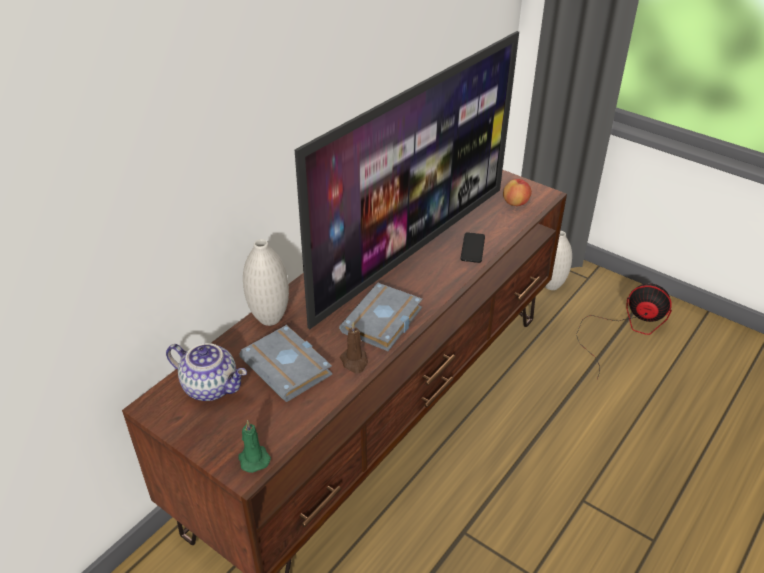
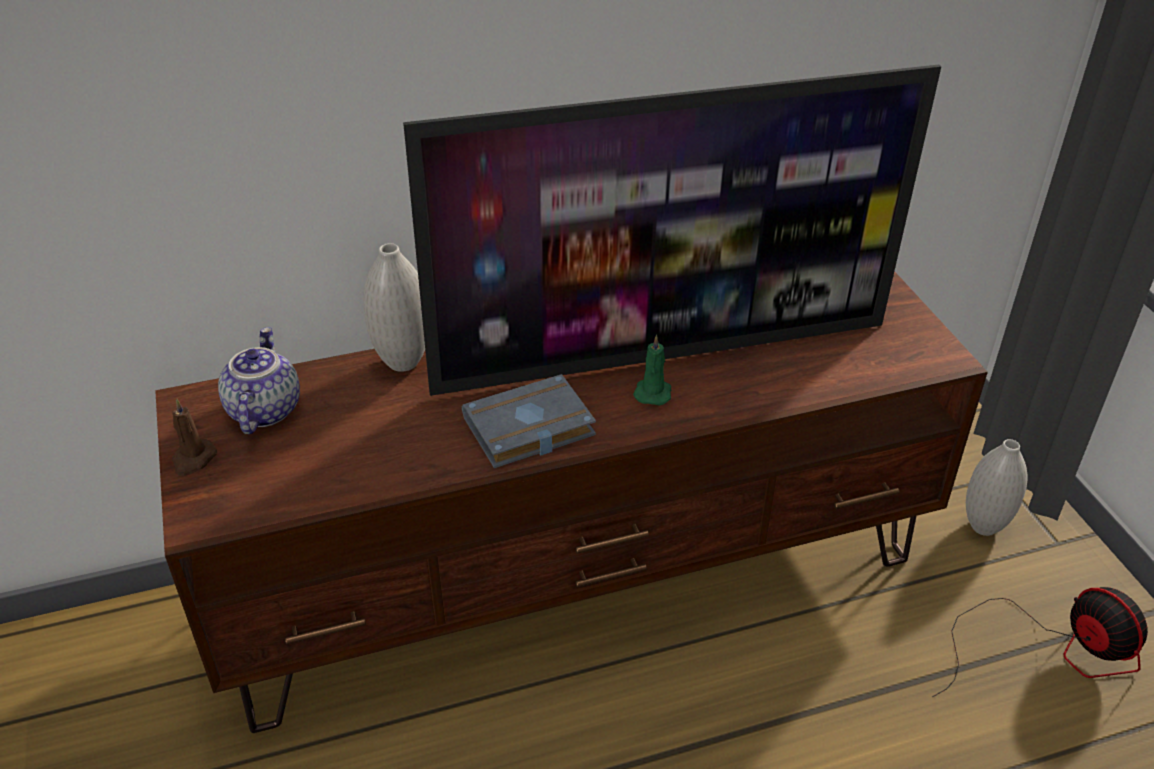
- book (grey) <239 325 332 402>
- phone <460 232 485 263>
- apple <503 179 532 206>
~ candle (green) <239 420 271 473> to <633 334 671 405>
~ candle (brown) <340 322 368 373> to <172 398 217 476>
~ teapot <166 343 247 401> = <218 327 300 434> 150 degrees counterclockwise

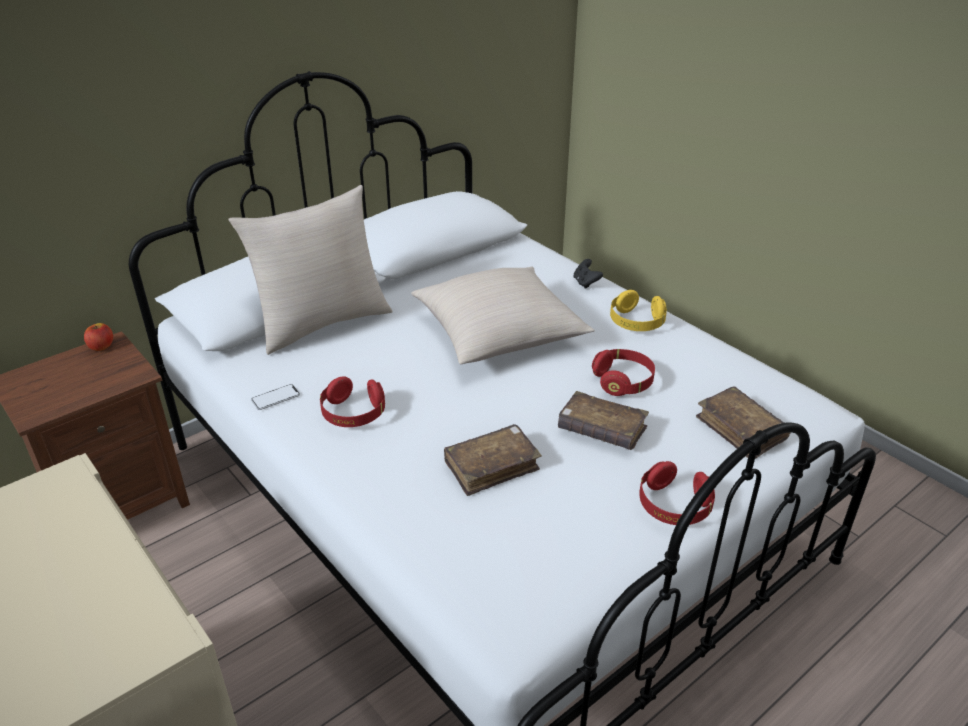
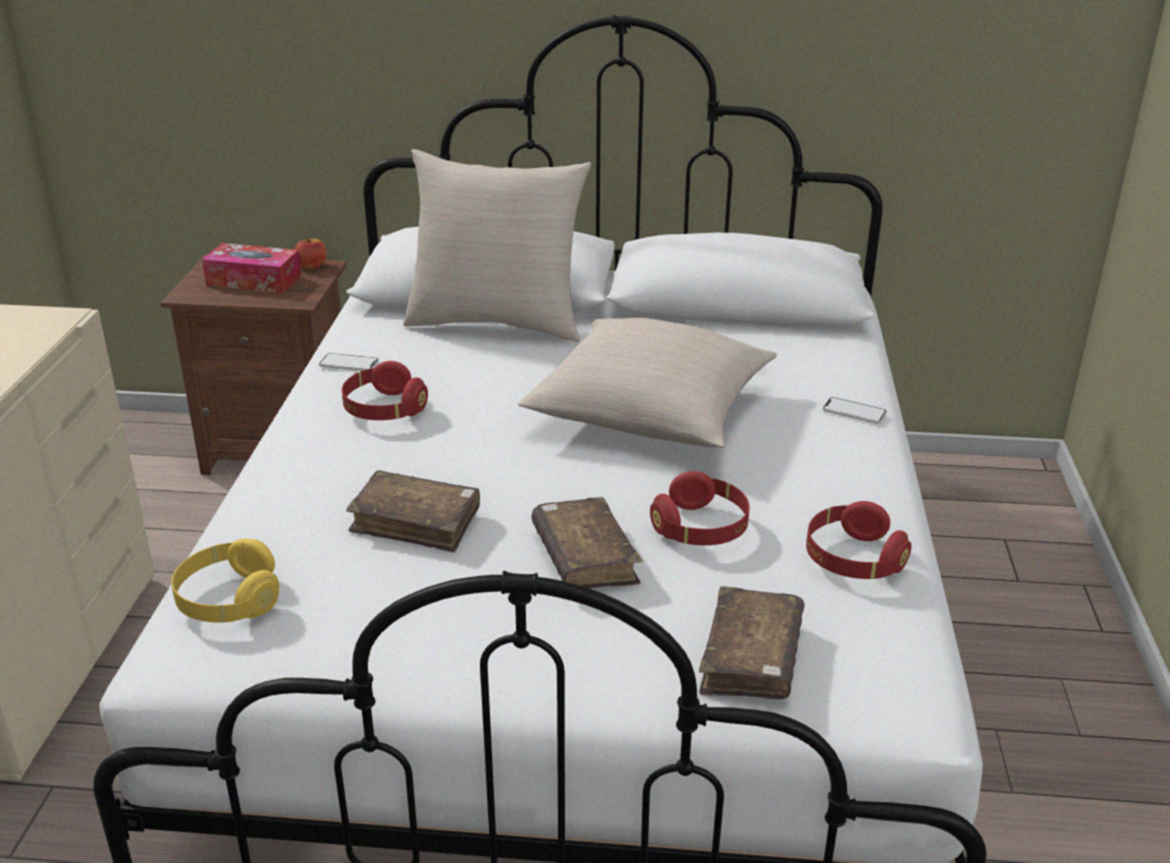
+ tissue box <202 243 301 293>
~ headphones (yellow) <610 290 667 331> to <171 539 279 623>
~ headphones (red) <639 461 715 525> to <806 501 911 579>
~ game controller (black) <573 259 603 289> to phone <822 397 887 424>

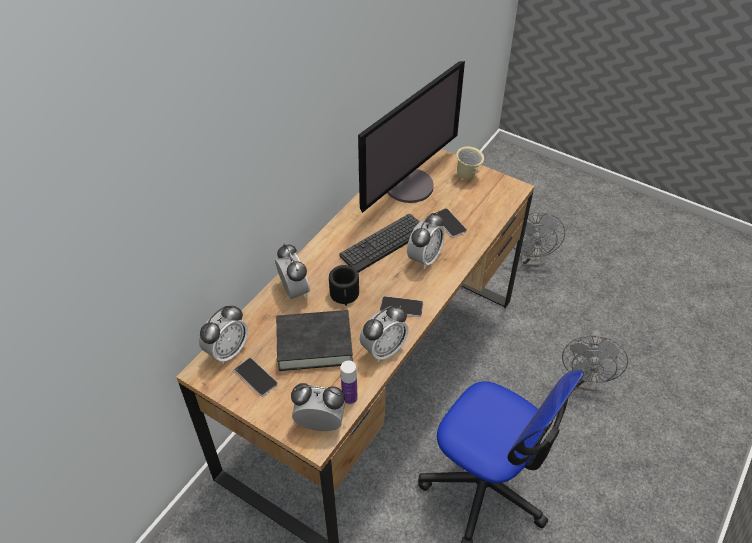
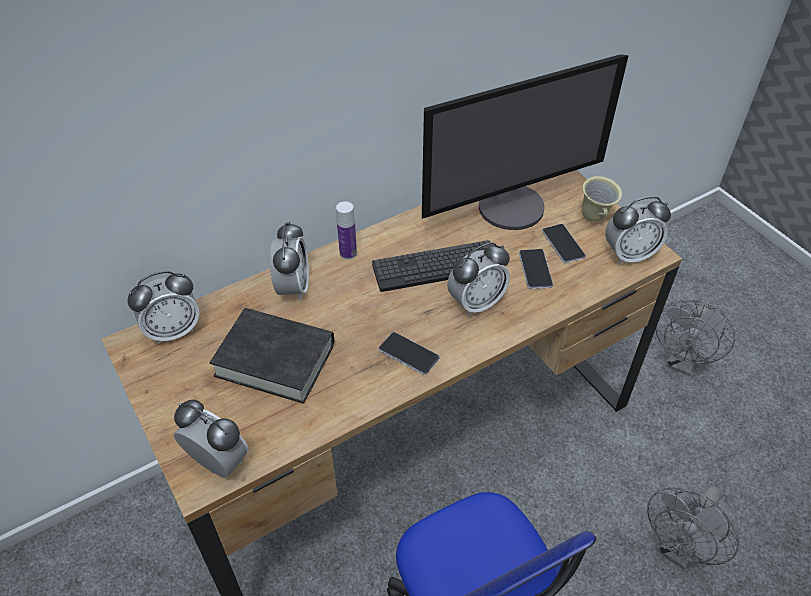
- mug (black) <329 265 359 306>
~ phone <235 358 278 396> to <542 224 586 263>
~ bottle <341 361 358 405> to <336 201 357 260>
~ alarm clock <360 306 409 362> to <605 197 671 264>

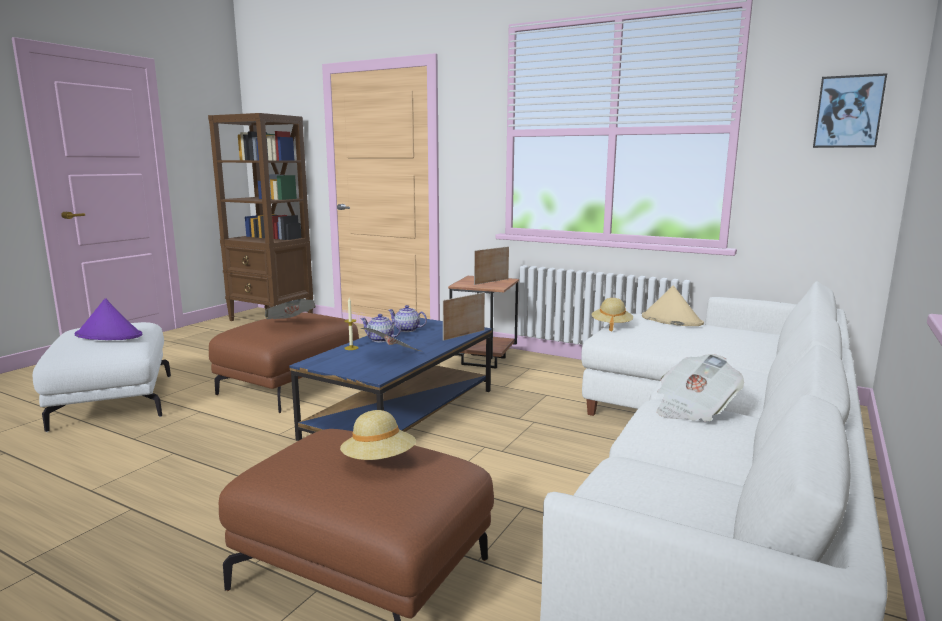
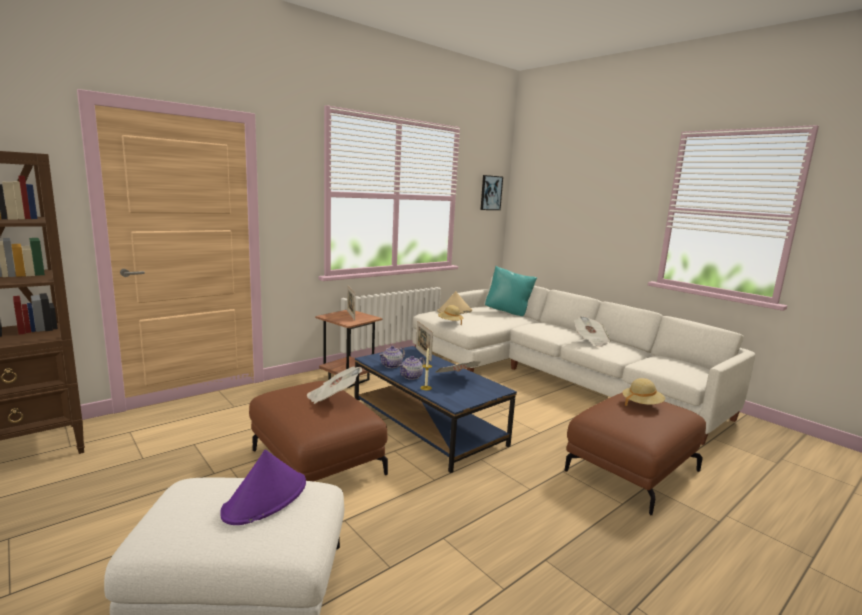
+ pillow (turquoise) <485 266 537 316>

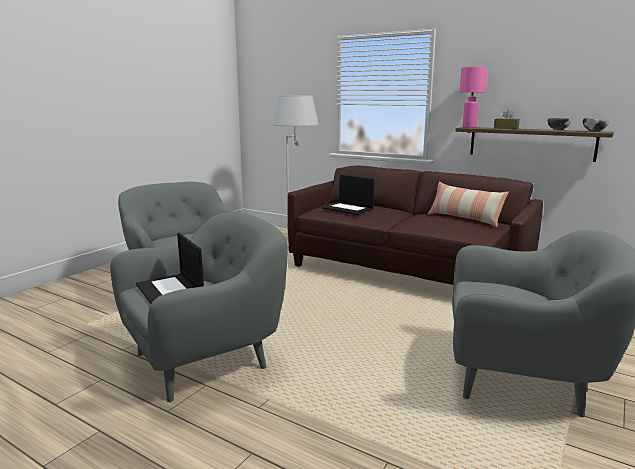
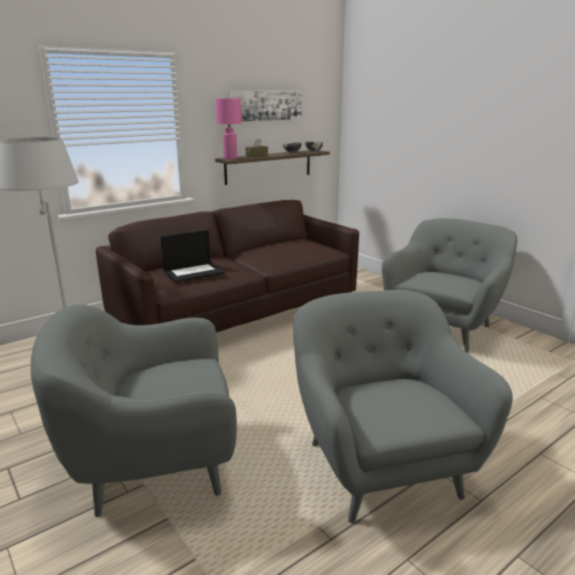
- laptop <136 233 204 304>
- pillow <428 182 509 227>
+ picture <230 91 302 122>

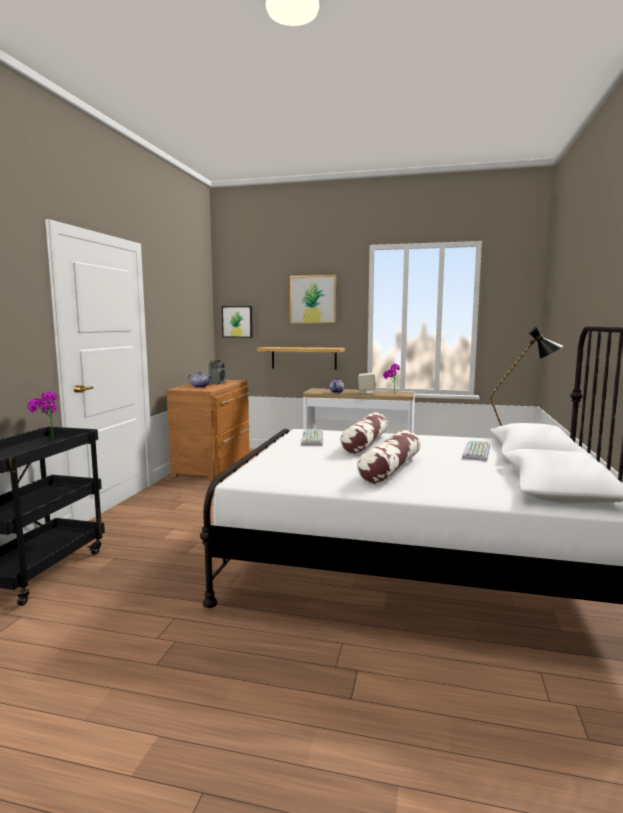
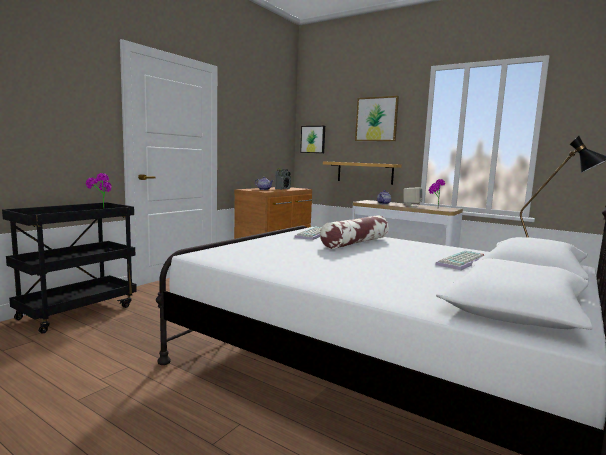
- pillow <357 430 420 484>

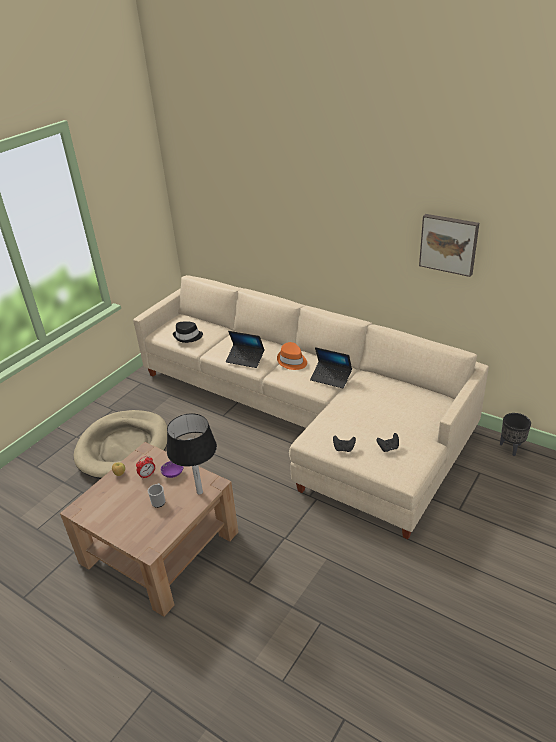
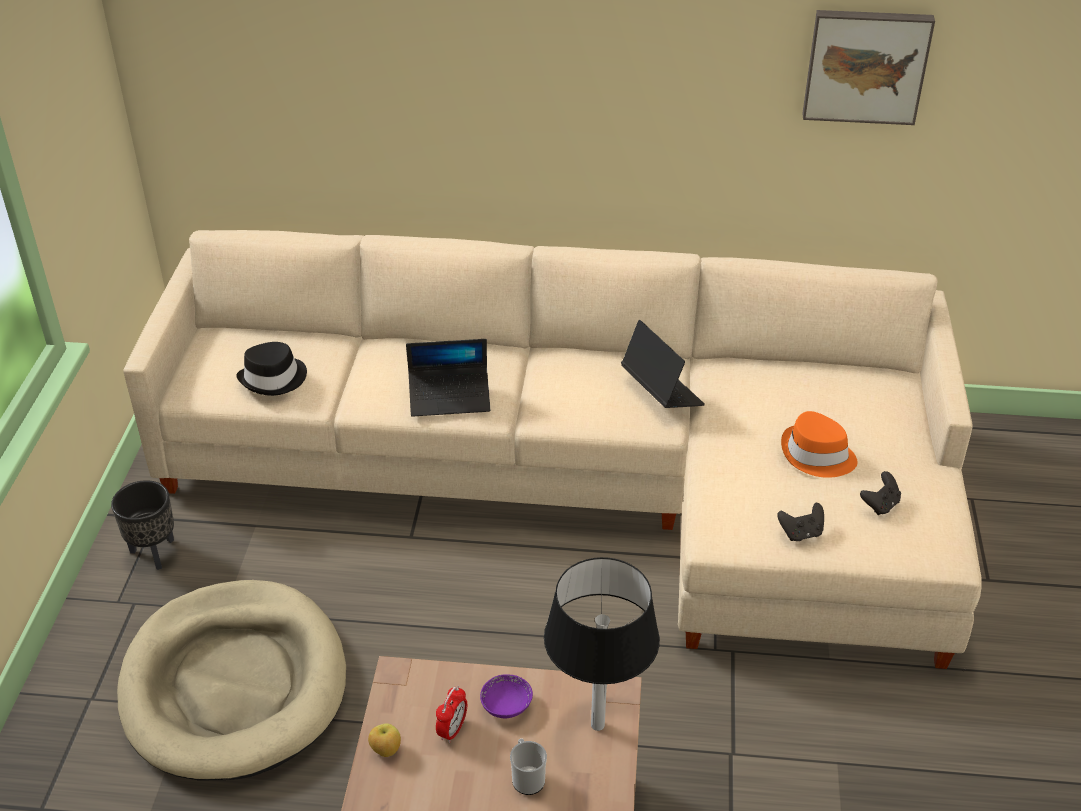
~ hat (orange) <277 342 307 370> to <781 411 857 478>
~ planter (black) <500 413 531 456> to <111 480 174 570>
~ laptop <310 347 352 388> = <621 320 705 408> 120 degrees counterclockwise

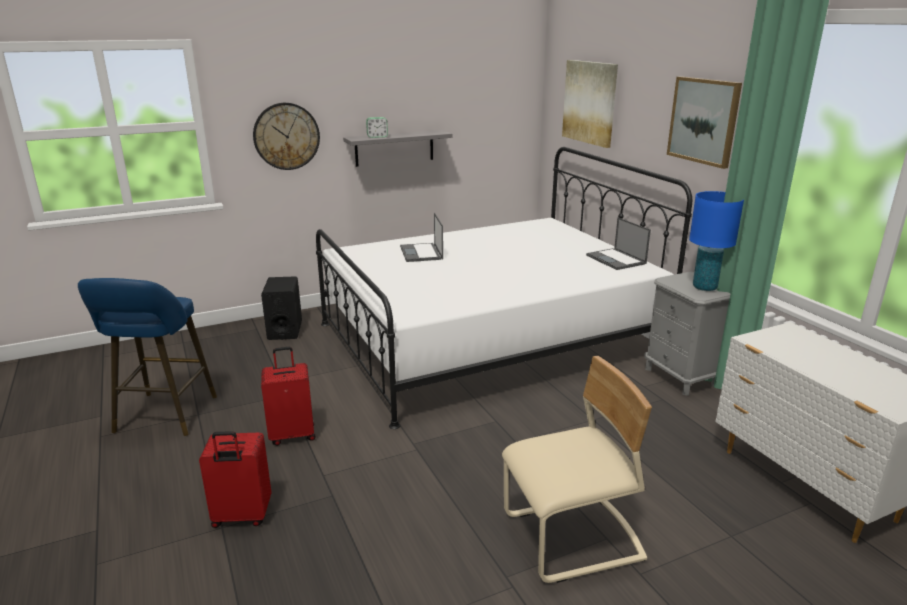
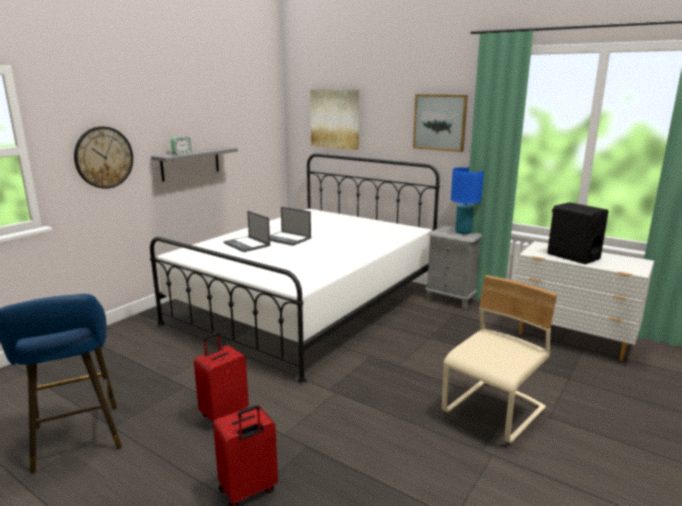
~ speaker (black) <261 276 302 340> to <547 202 609 264>
~ laptop <586 217 651 270> to <270 207 311 246>

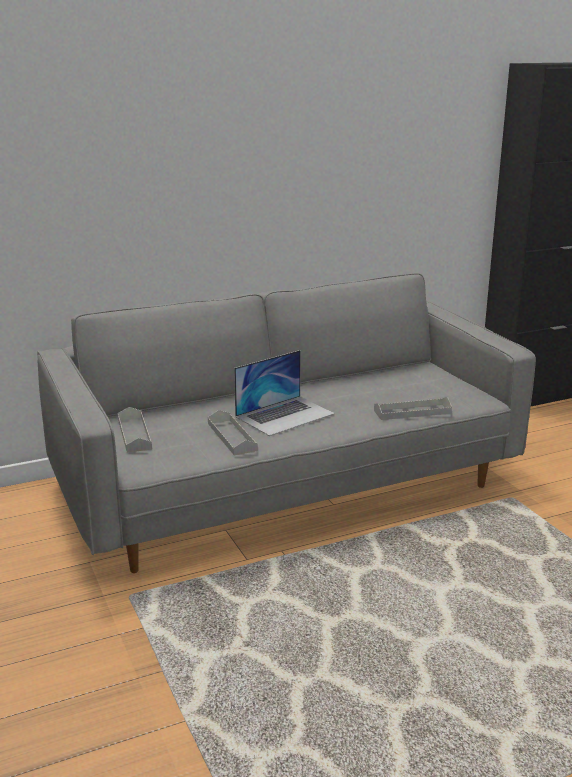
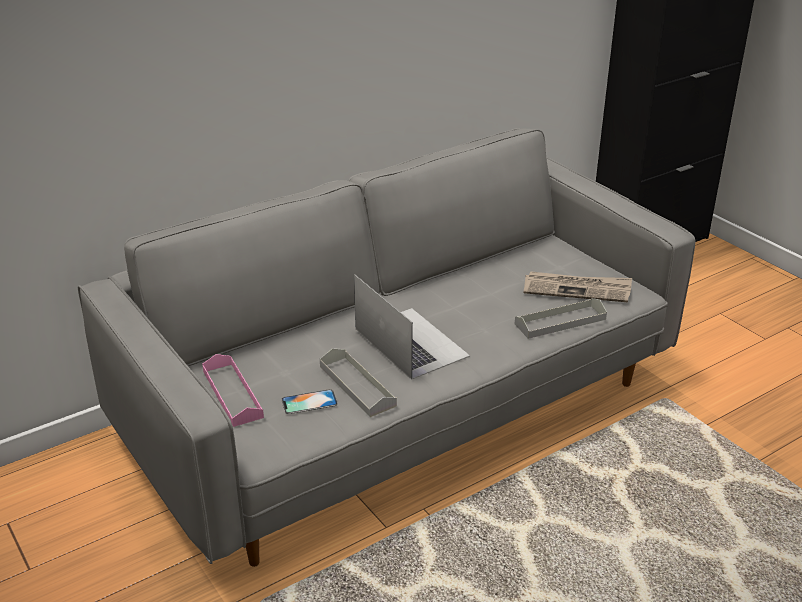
+ phone <281 389 338 414>
+ newspaper <524 271 632 302>
~ tray (grey) <118 407 152 453> to tray (pink) <202 354 264 427>
~ laptop <234 350 335 436> = <354 274 470 380> 75 degrees counterclockwise

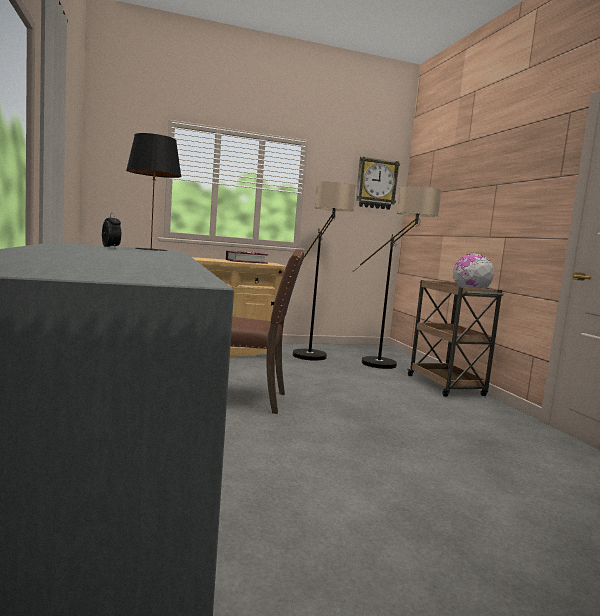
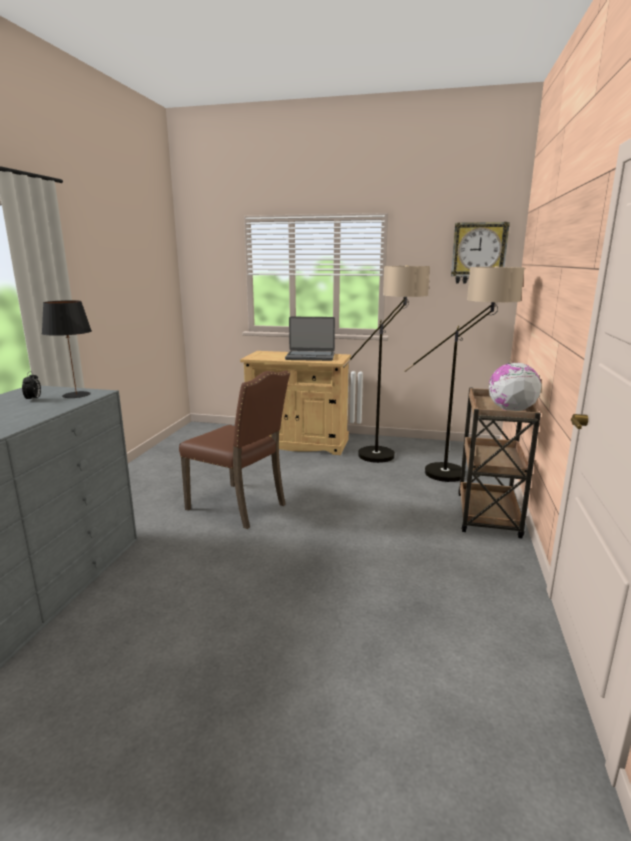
~ book <226 250 268 264> to laptop <285 317 335 361>

